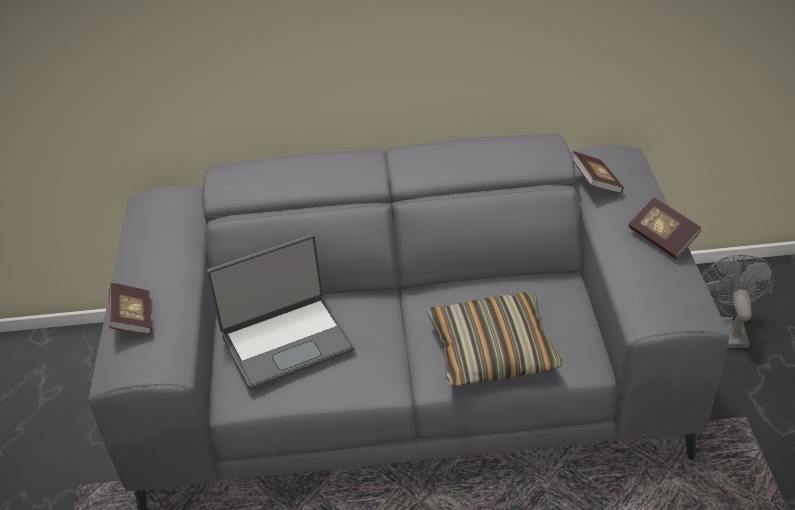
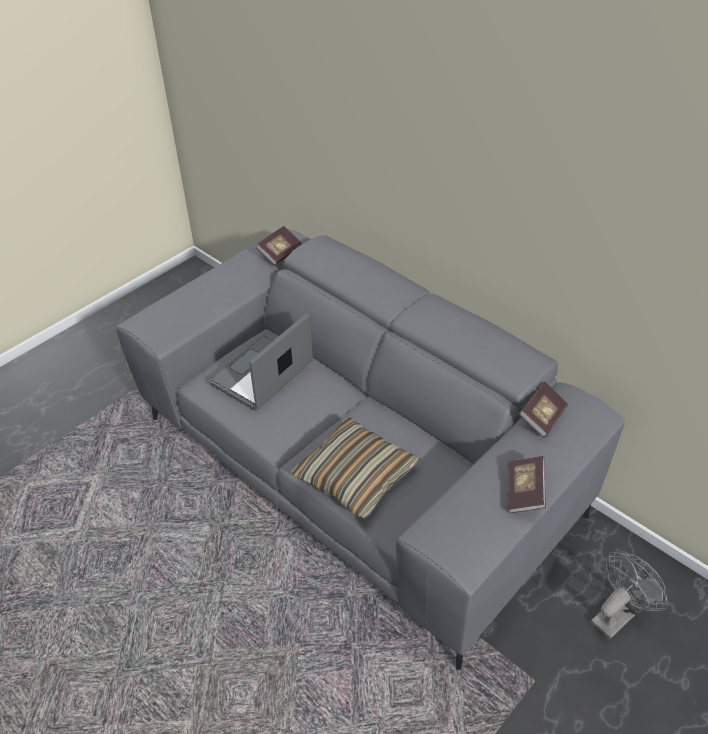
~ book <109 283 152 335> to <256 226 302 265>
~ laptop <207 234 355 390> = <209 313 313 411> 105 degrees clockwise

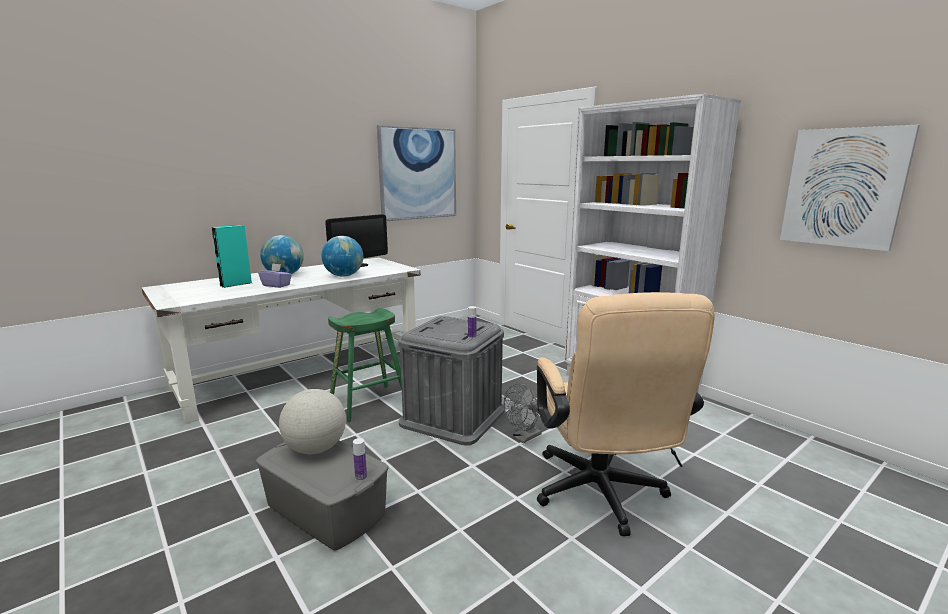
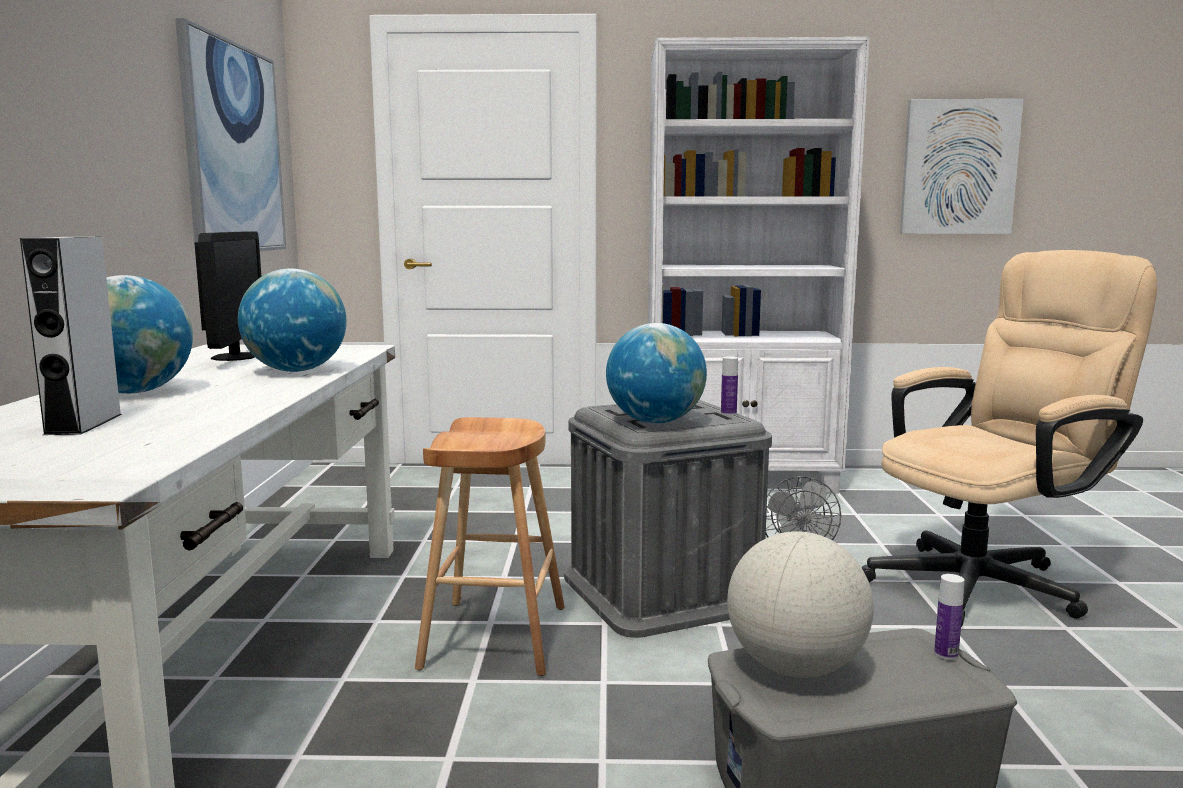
- tissue box (purple) <258 263 292 288>
+ globe <606 323 707 423>
~ speaker (turquoise) <212 225 252 288> to speaker (grey) <20 237 122 435>
~ stool (green) <328 308 402 422> to stool (brown) <415 417 565 676>
~ office chair (beige) <537 292 715 536> = <861 250 1157 627> 60 degrees counterclockwise

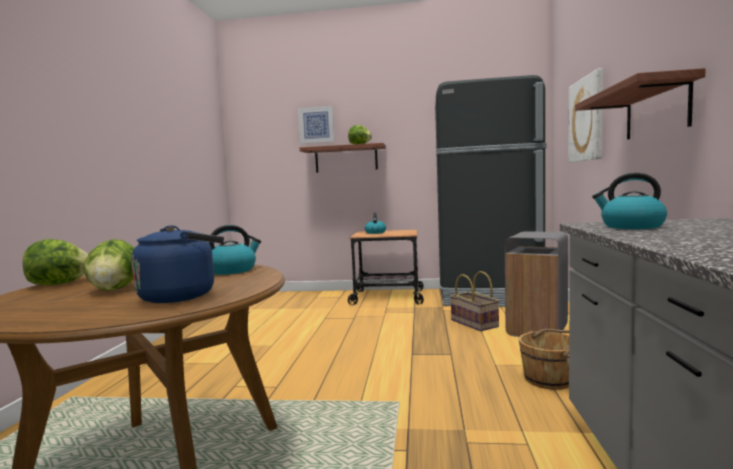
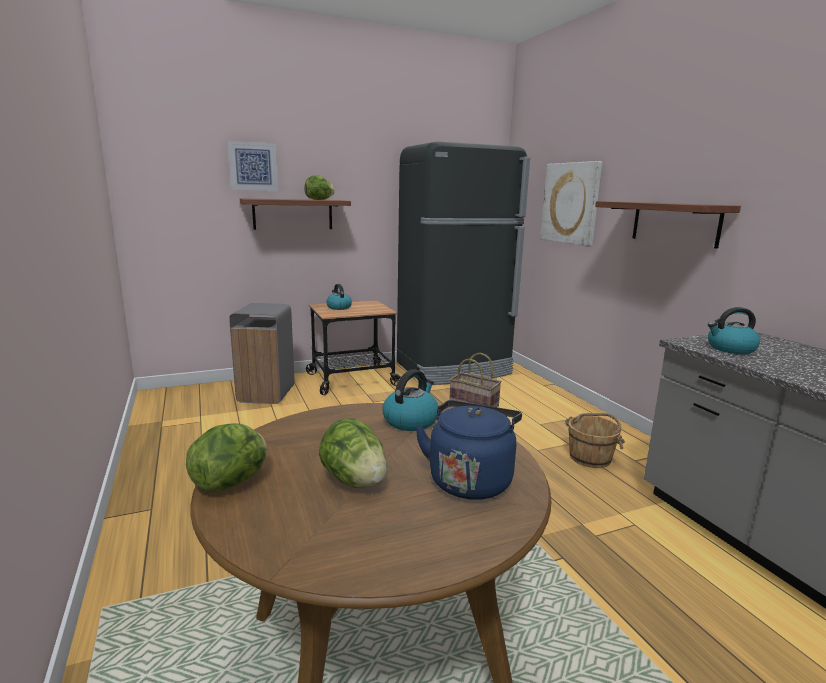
~ trash can (grey) <505 231 568 337> to <229 303 294 404>

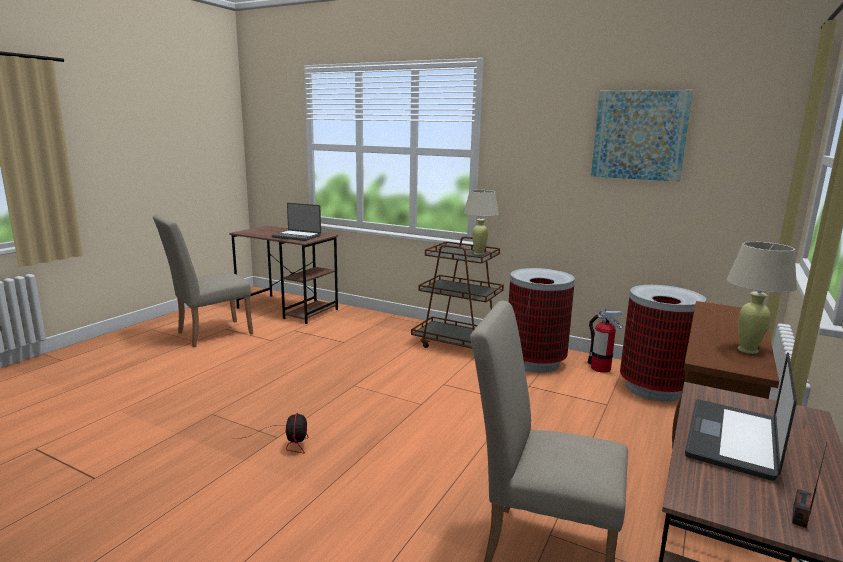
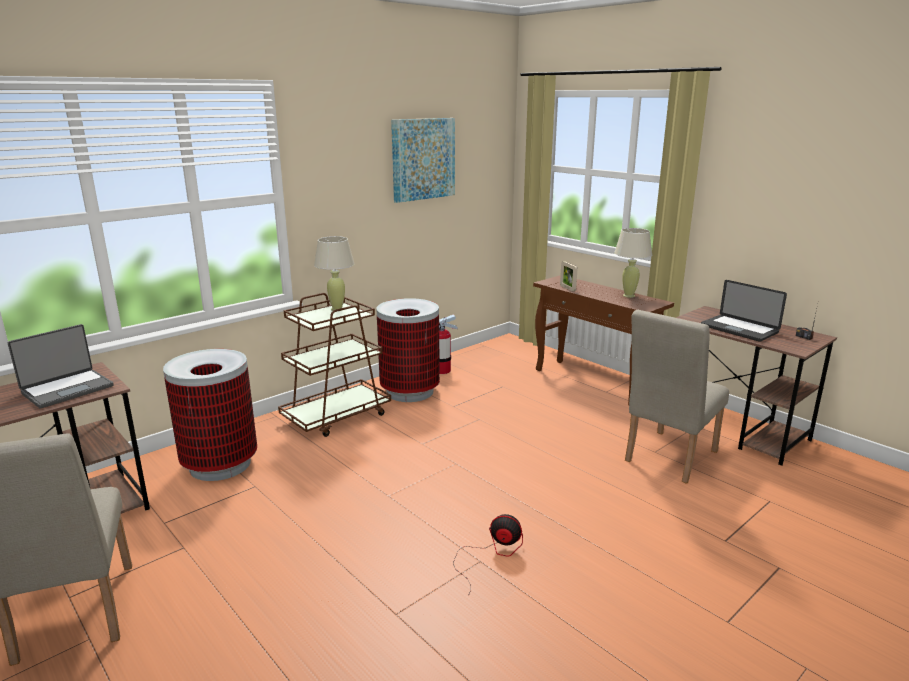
+ picture frame <560 261 577 291>
~ trash can <620 285 706 402> to <163 349 257 481>

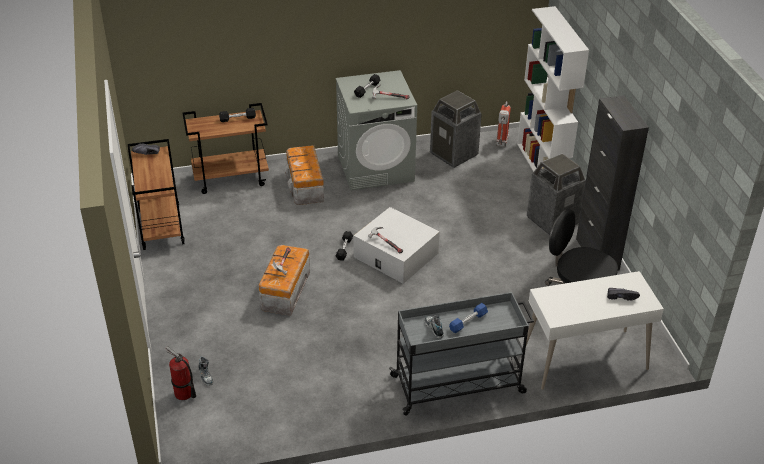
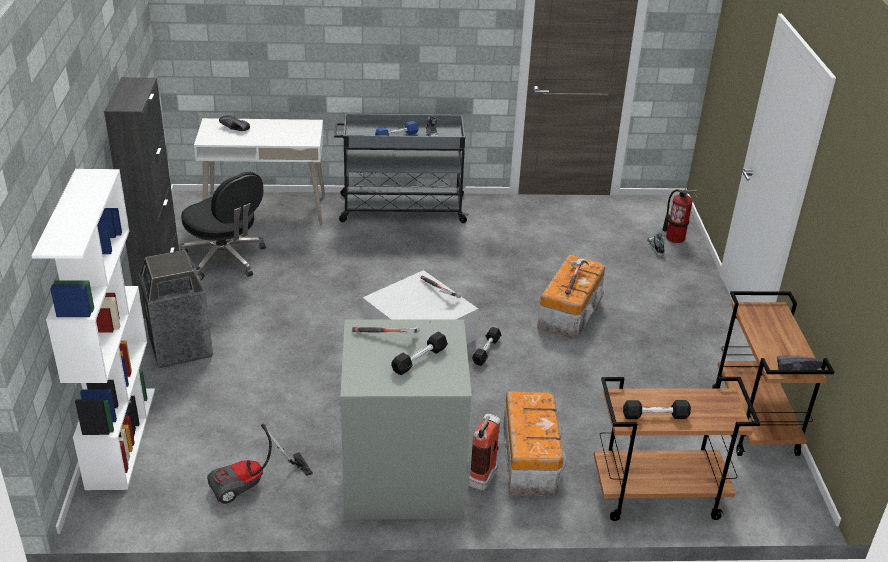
~ fire extinguisher <496 101 511 147> to <468 414 501 491>
~ trash can <430 90 482 168> to vacuum cleaner <207 424 313 504>

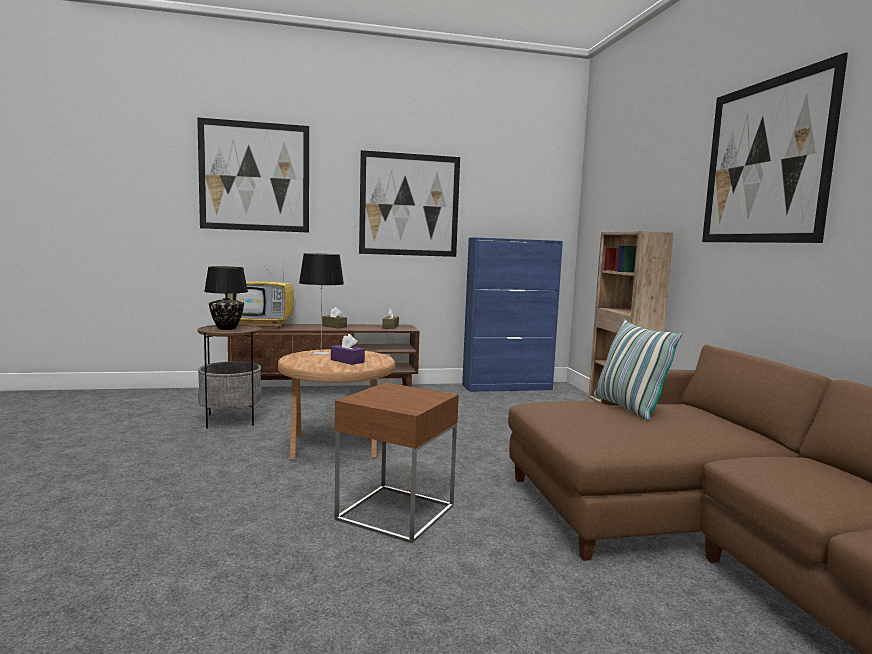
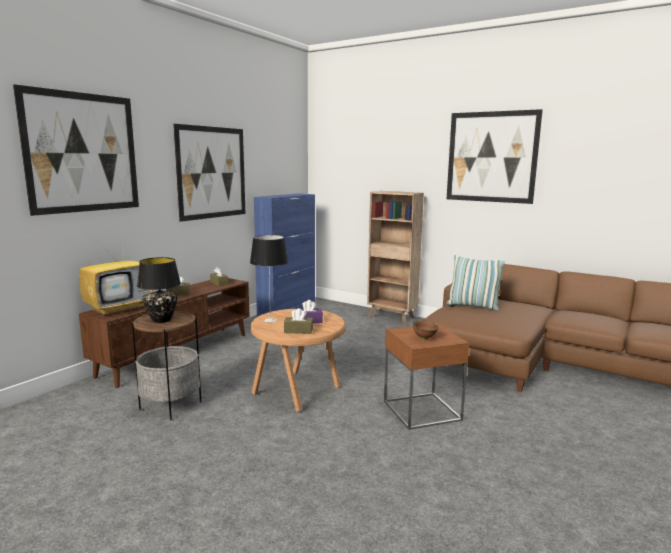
+ tissue box (brown) <284 308 313 334>
+ bowl (brown) <413 320 439 340>

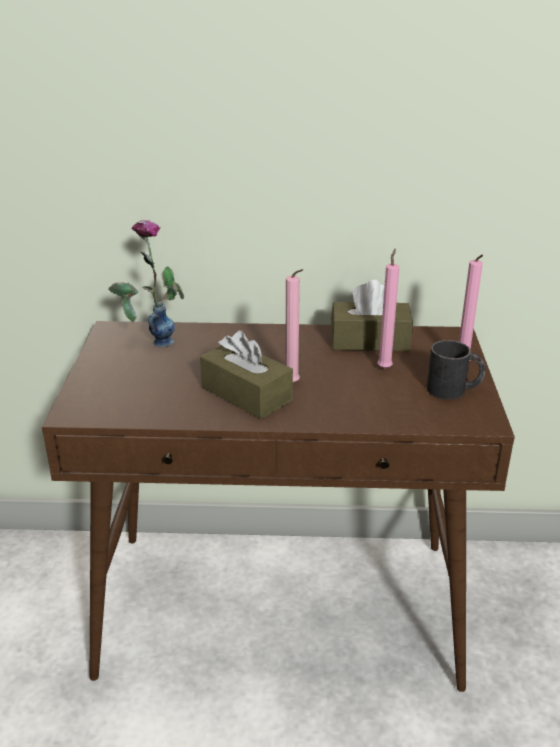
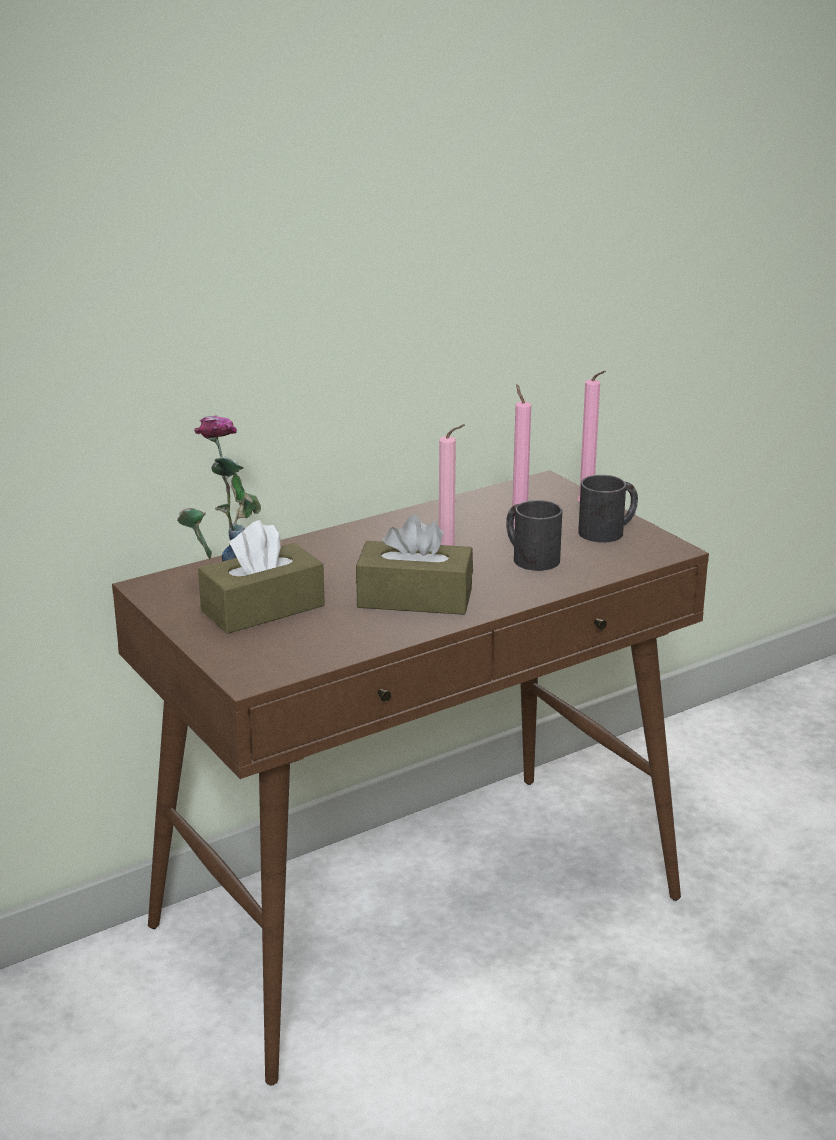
+ mug (black) <506 500 562 571>
~ tissue box (brown) <331 280 413 351> to <198 520 325 634>

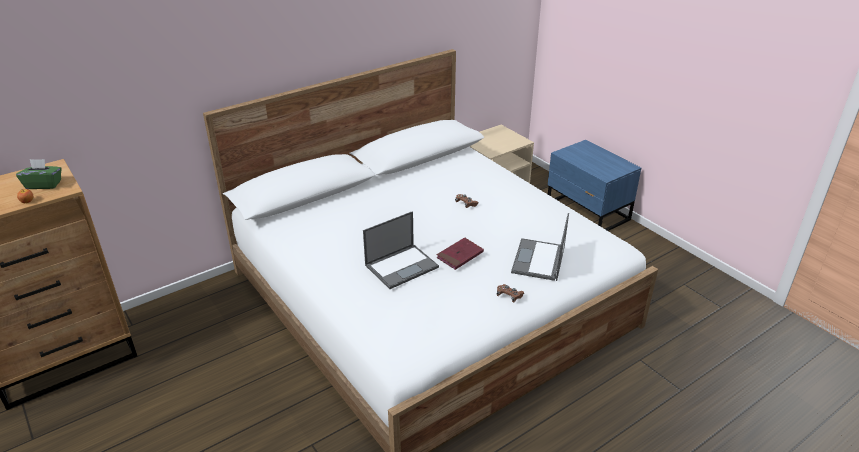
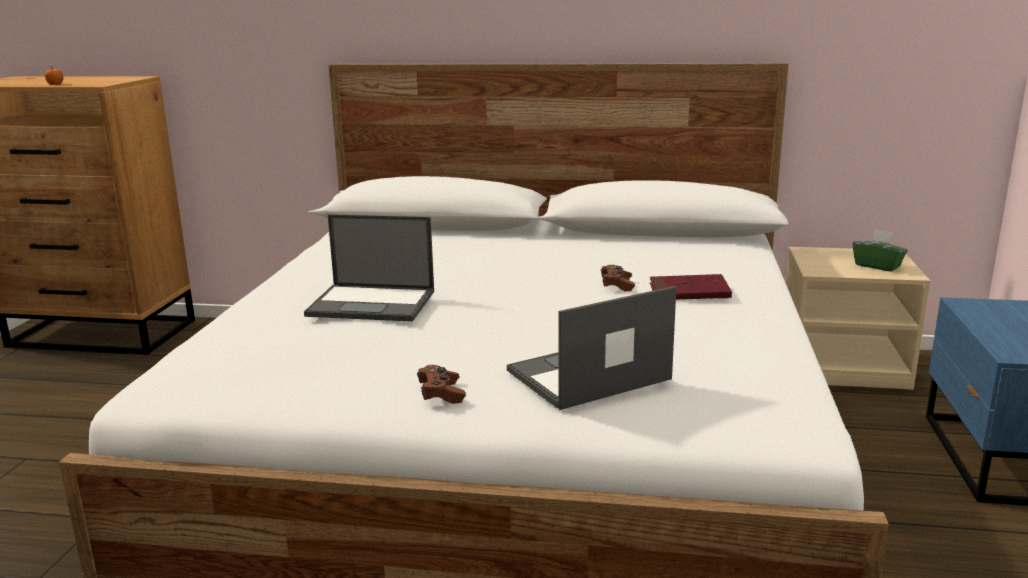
~ tissue box (green) <16 159 62 189> to <852 229 908 272>
~ book (red) <436 237 484 270> to <650 274 732 300>

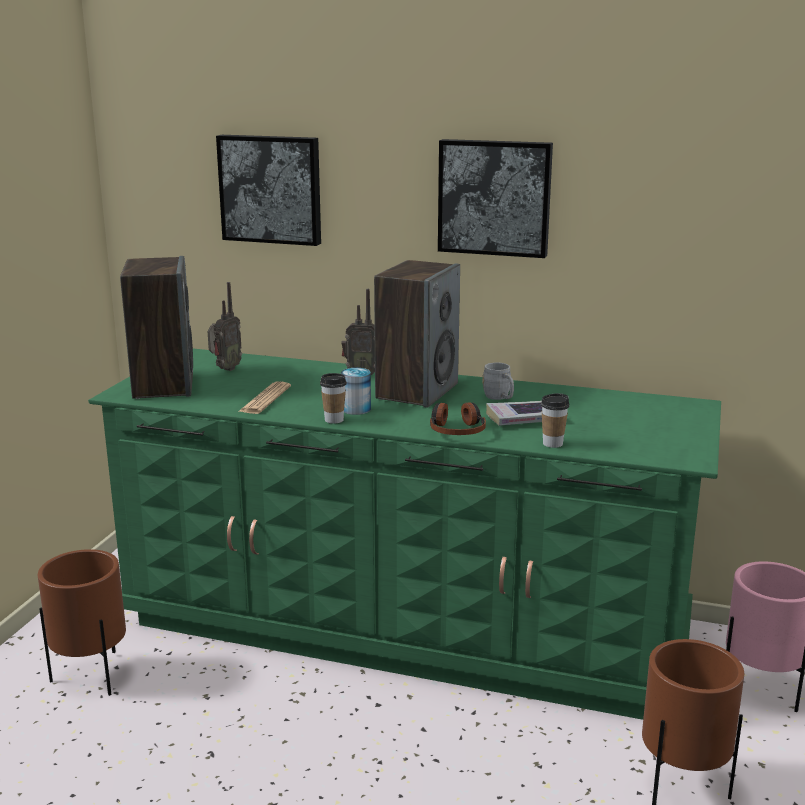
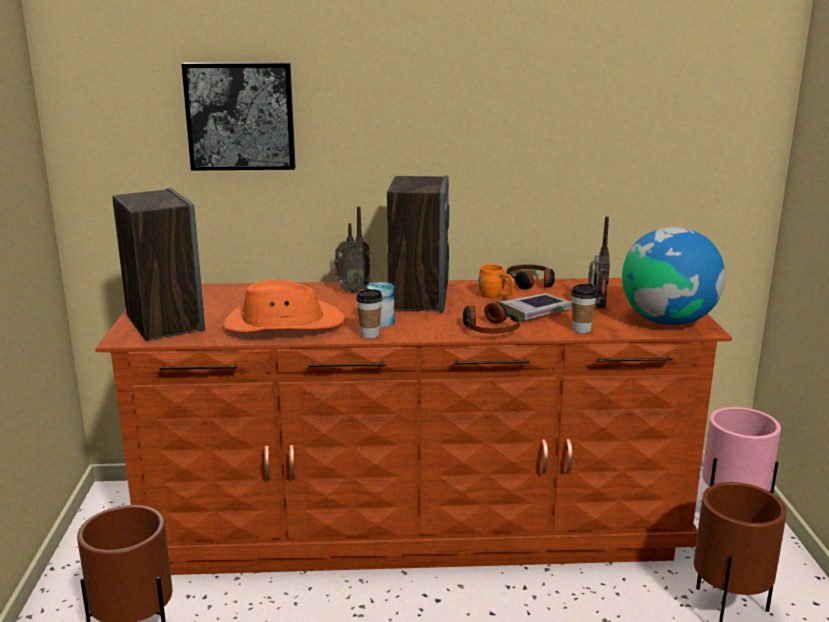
- picture <438 139 553 258>
+ headphones <506 264 555 289>
+ globe <622 227 725 325>
~ radio <208 282 242 371> to <588 216 610 308>
~ newspaper <238 381 291 414> to hat (orange) <223 280 346 333>
~ dresser (green) <88 349 721 720> to dresser (brown) <95 278 732 575>
~ mug (grey) <482 362 514 400> to mug (orange) <478 264 514 298>

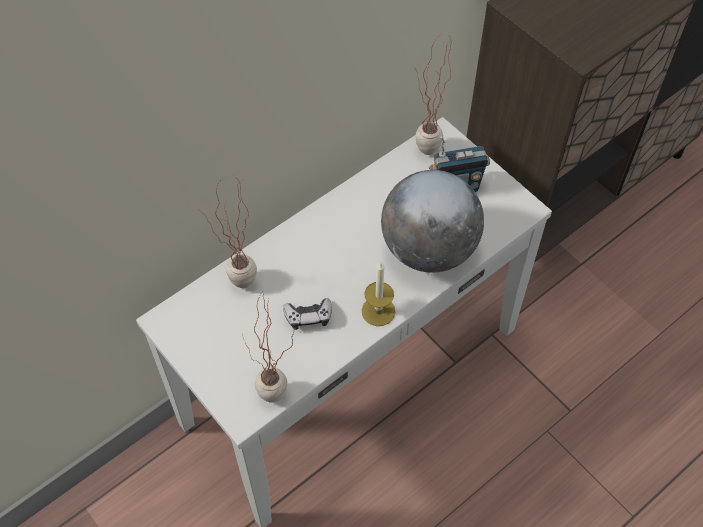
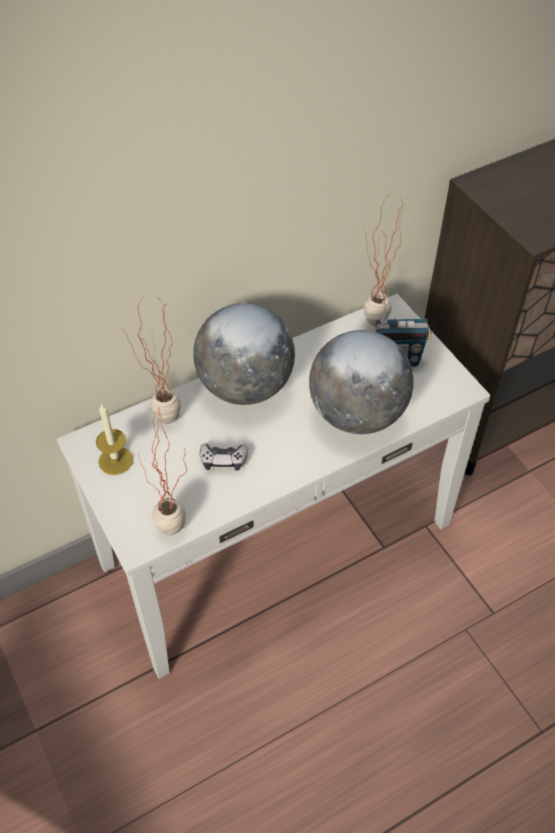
+ globe <193 303 295 405>
~ candle <362 262 395 326> to <96 404 133 475>

